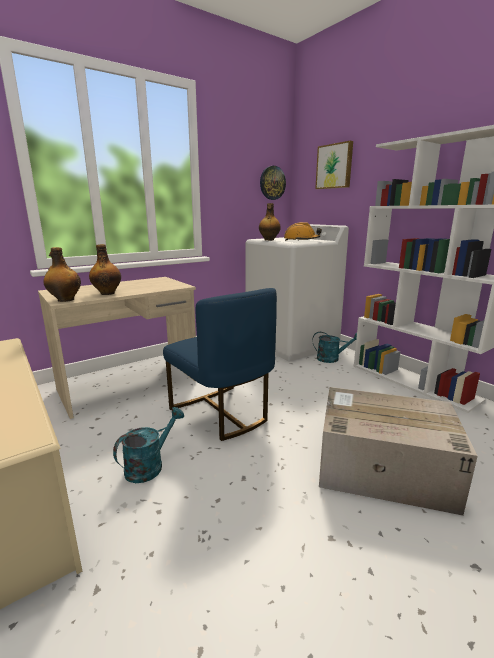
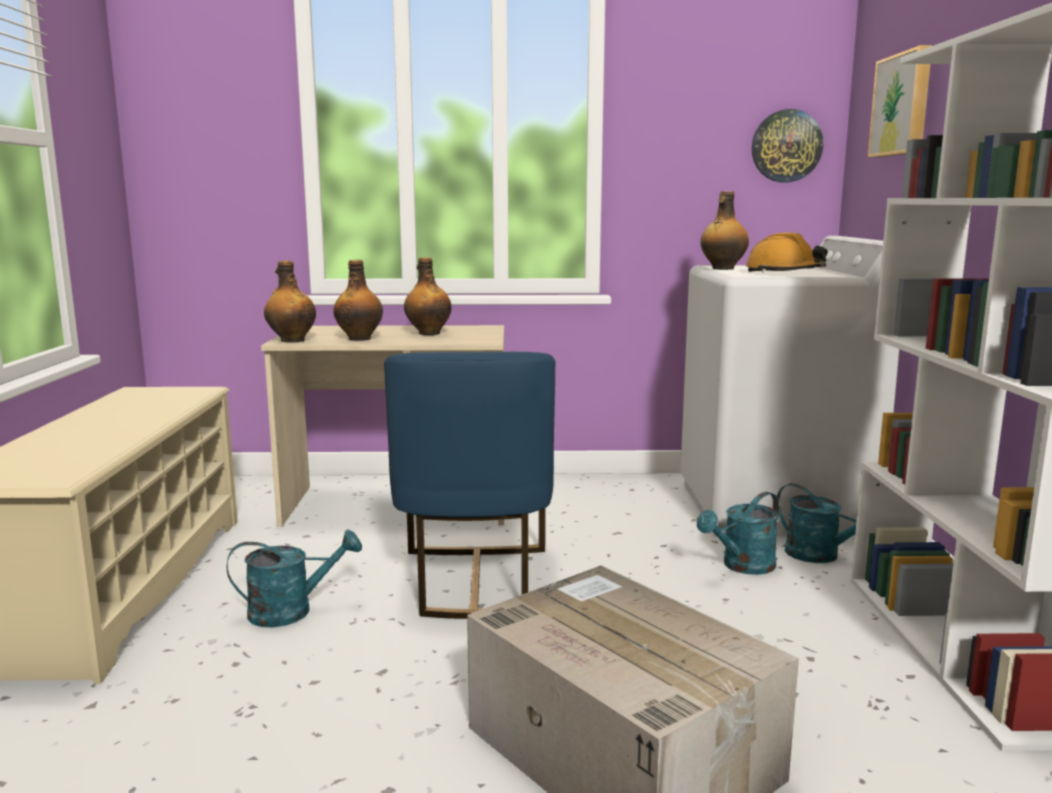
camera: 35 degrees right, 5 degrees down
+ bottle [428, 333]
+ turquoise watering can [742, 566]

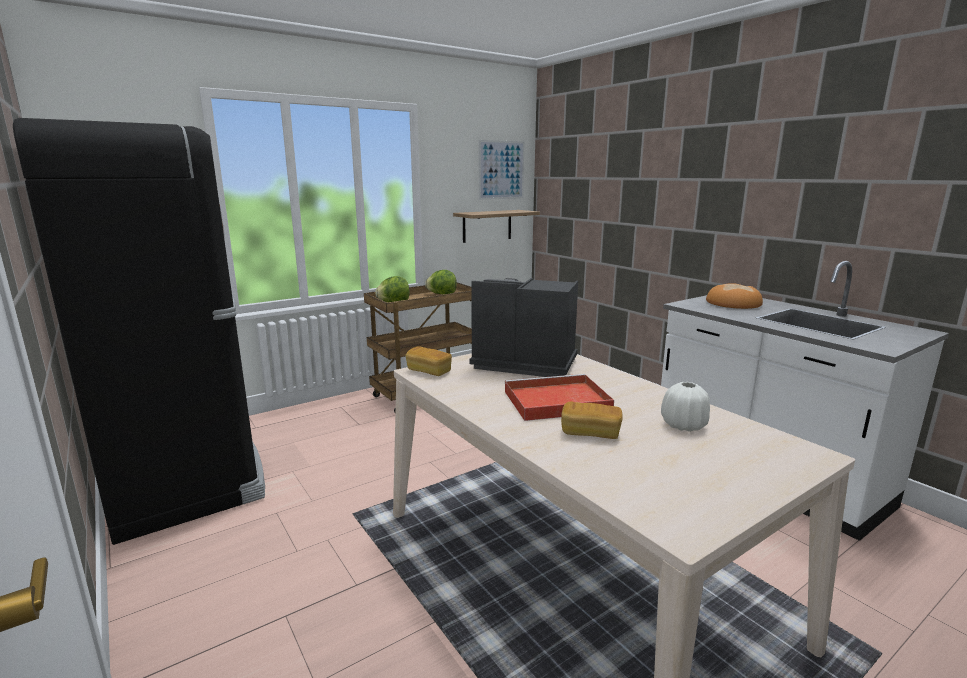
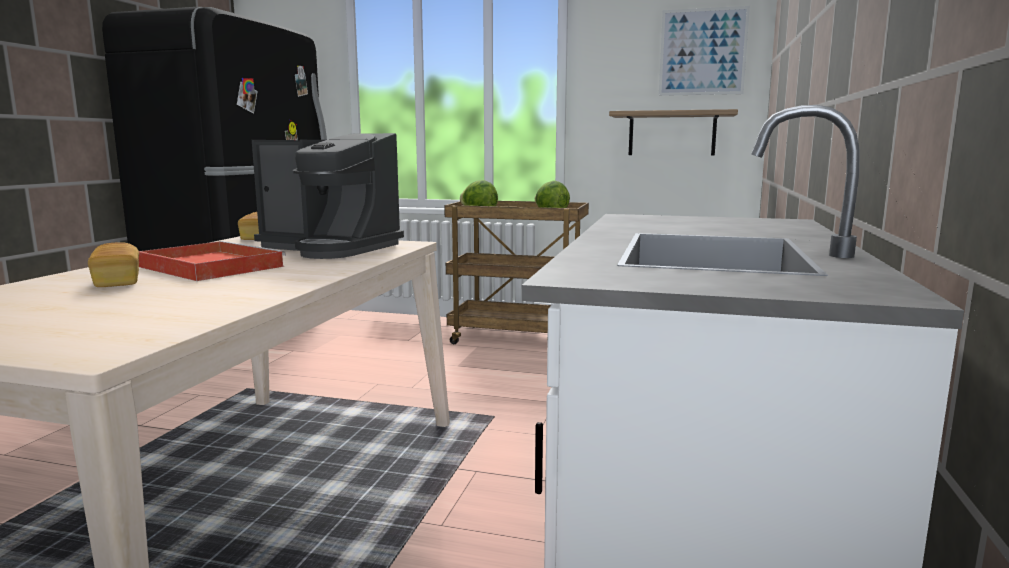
camera: 50 degrees right, 5 degrees down
~ coffee machine [522, 363] = [331, 248] 135 degrees clockwise
- white vase [683, 425]
- bread [733, 303]

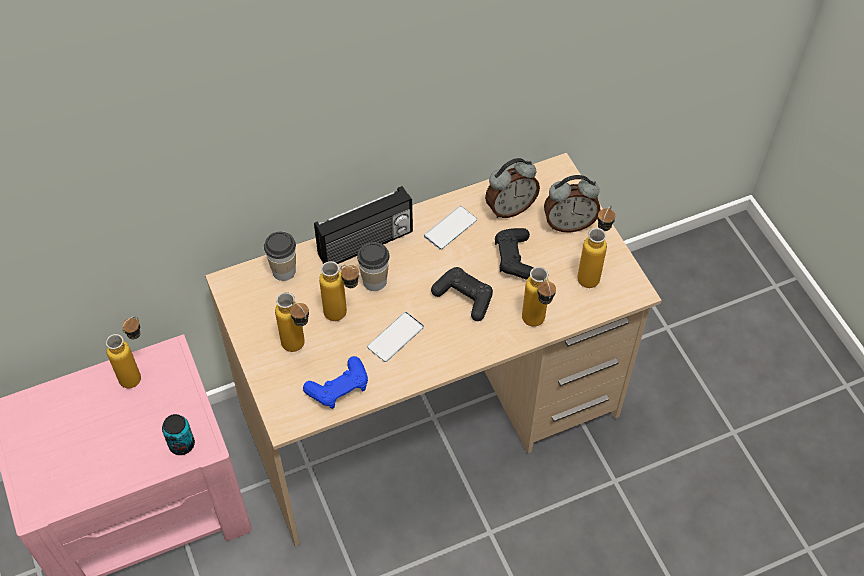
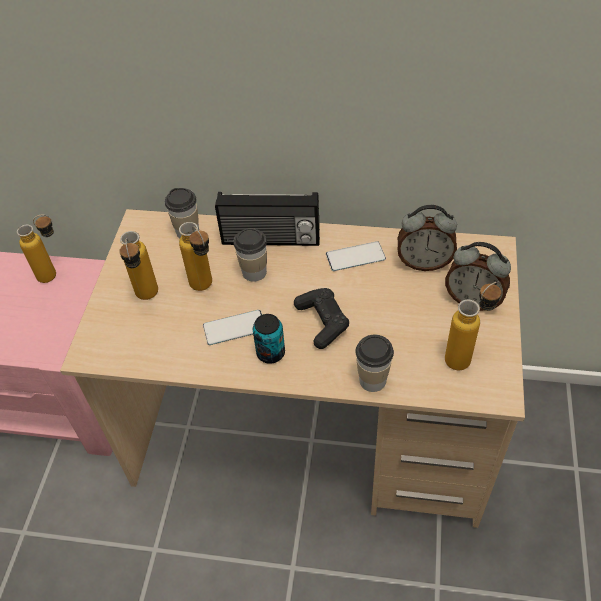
camera: 35 degrees right, 5 degrees down
~ can [182, 444] to [270, 353]
~ bottle [536, 326] to cup [372, 380]
- blue game controller [339, 388]
- black game controller [514, 259]

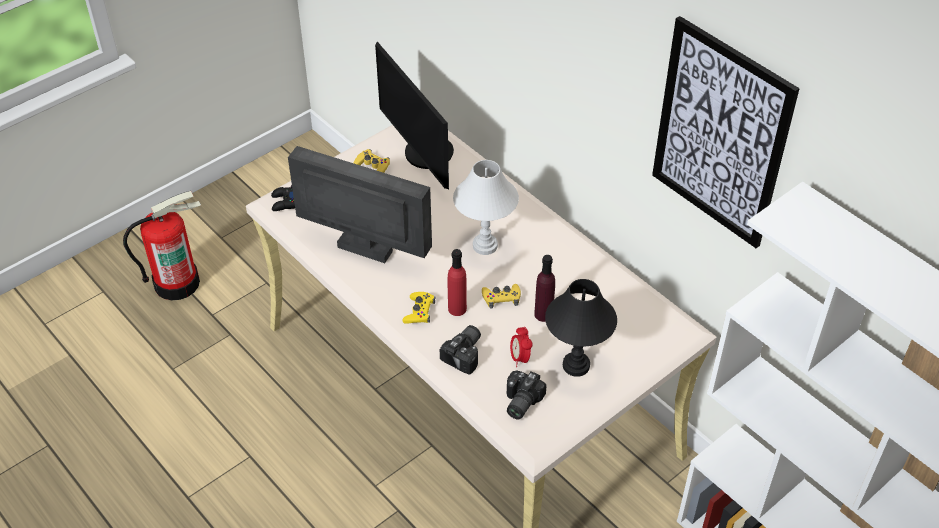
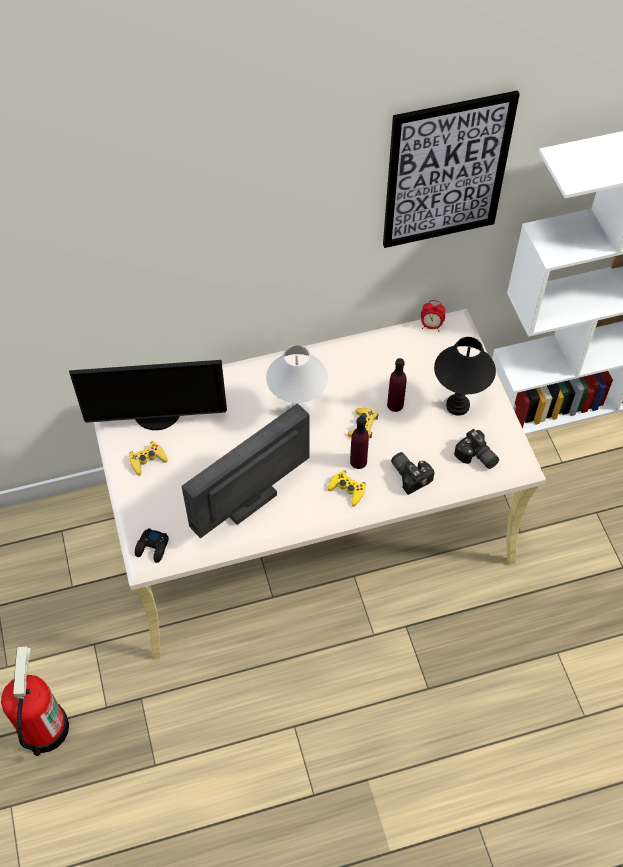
camera: 65 degrees left, 10 degrees up
~ red bottle [457, 309] to purple bottle [358, 461]
~ alarm clock [520, 358] to [431, 326]

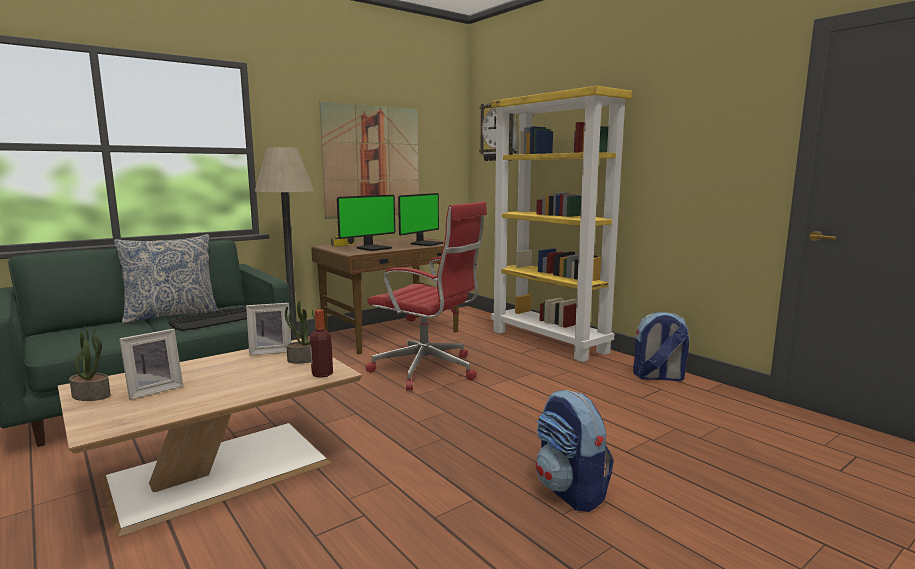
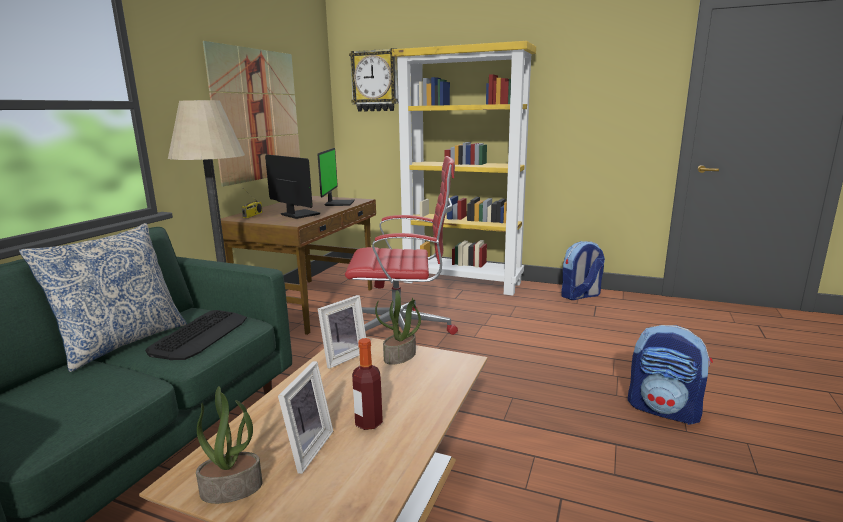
camera: 30 degrees left, 5 degrees up
~ monitor [373, 248] = [298, 215] 60 degrees counterclockwise
~ bottle [322, 374] to [368, 422]

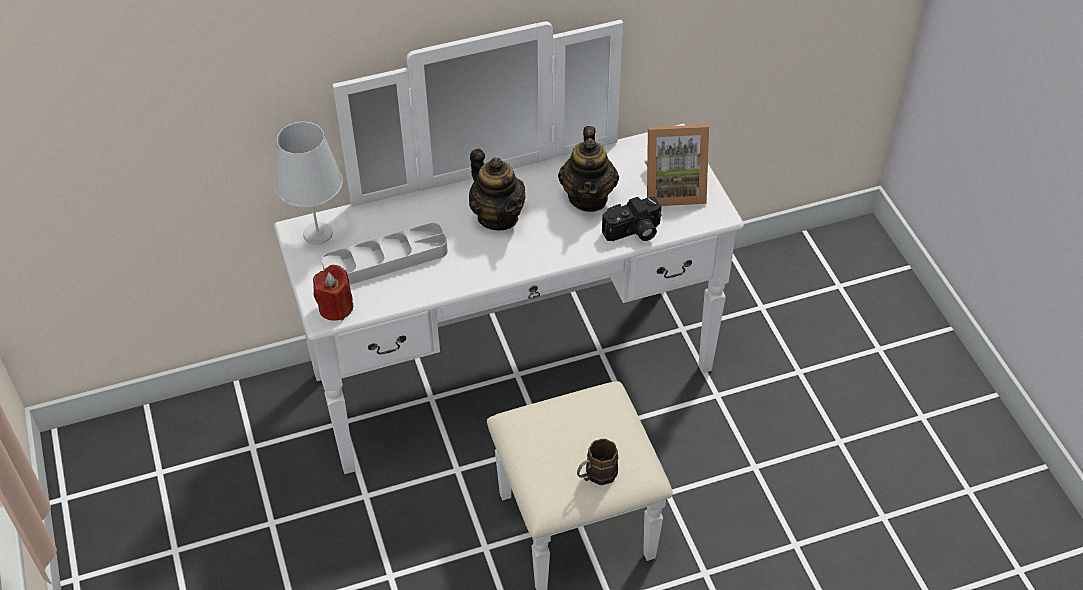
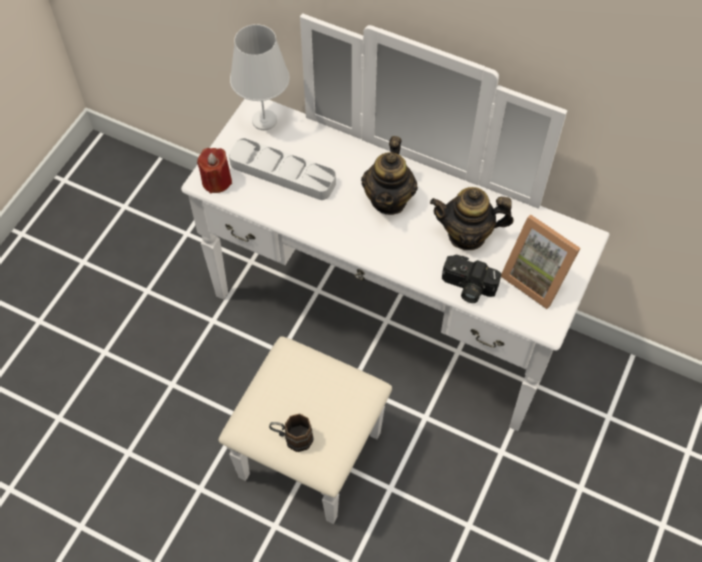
camera: 45 degrees right, 10 degrees up
~ teapot [588, 197] = [467, 235] 45 degrees clockwise

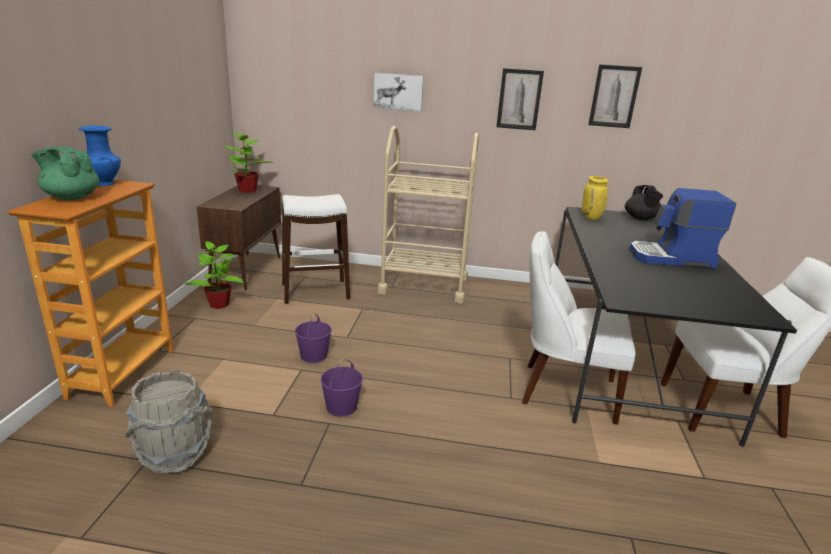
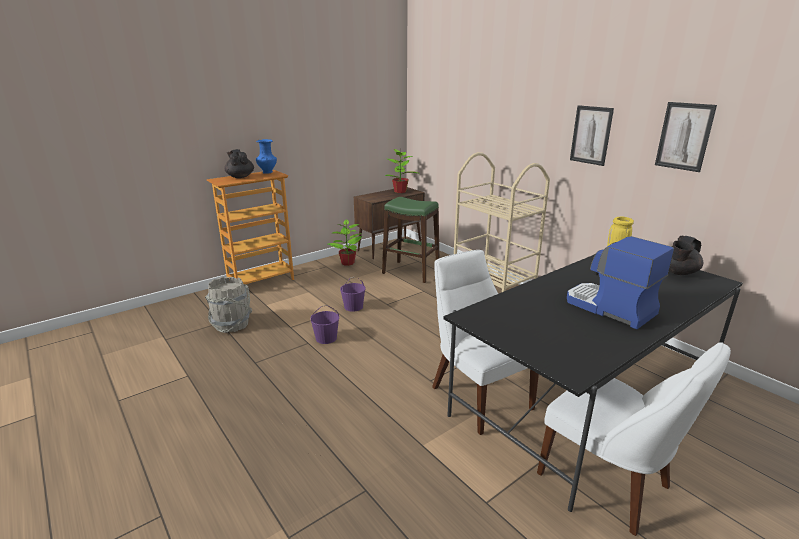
camera: 45 degrees right, 0 degrees up
~ green teapot [71, 197] to black teapot [240, 177]
~ white stool [315, 291] to green stool [411, 272]
- picture [398, 91]

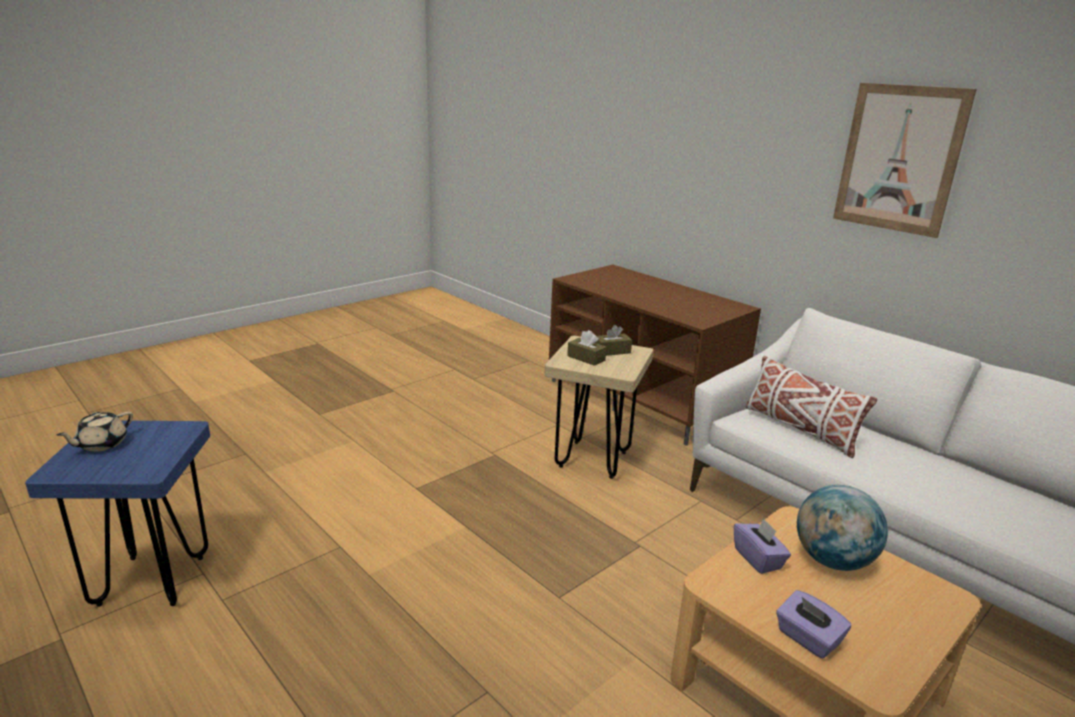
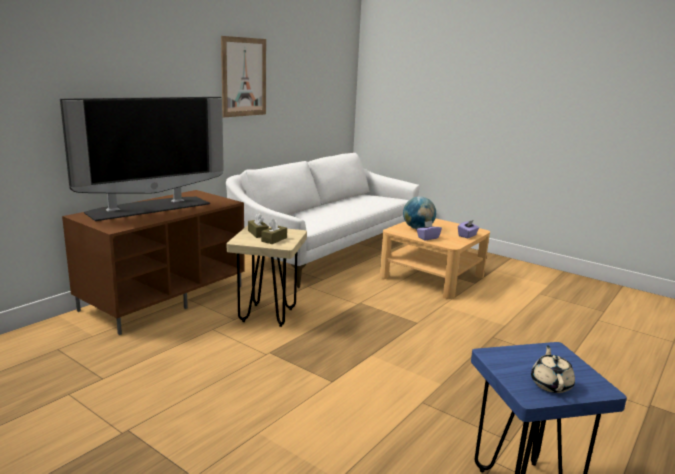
camera: 100 degrees left, 5 degrees down
+ television [149, 208]
~ beige teapot [101, 444] = [551, 384] 105 degrees counterclockwise
- white pillow [800, 429]

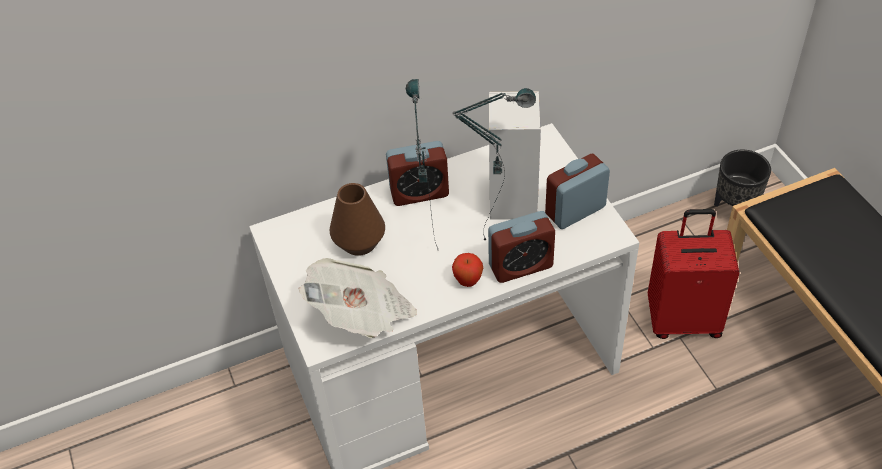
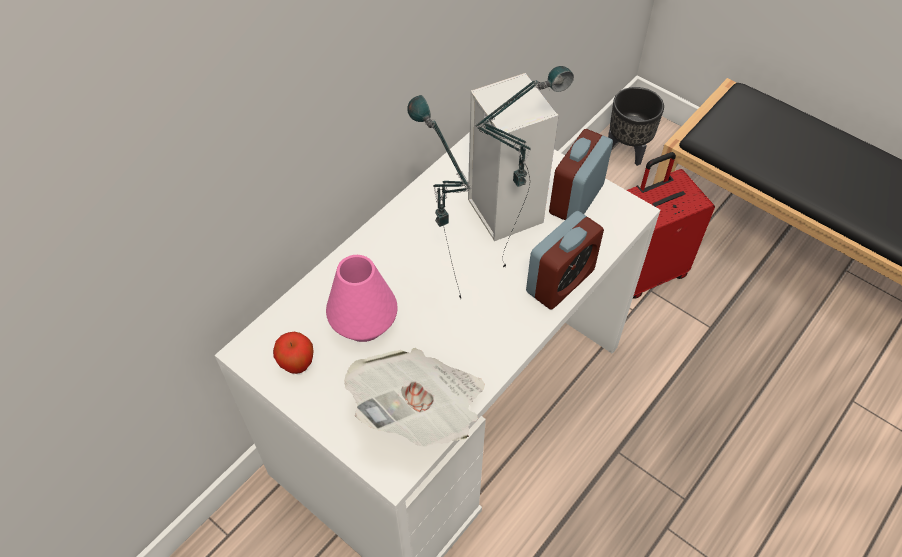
camera: 30 degrees left, 5 degrees up
~ apple [468, 281] to [297, 365]
~ brown vase [359, 242] to pink vase [364, 323]
- alarm clock [419, 193]

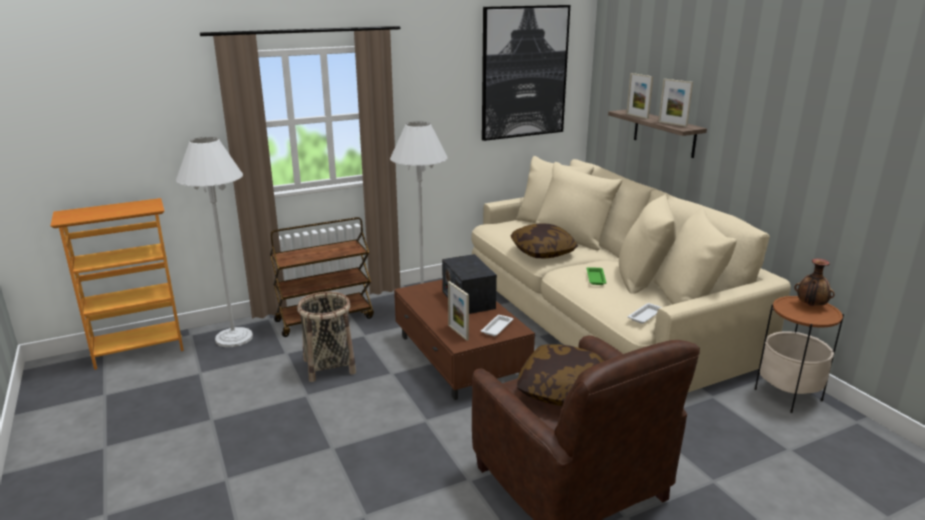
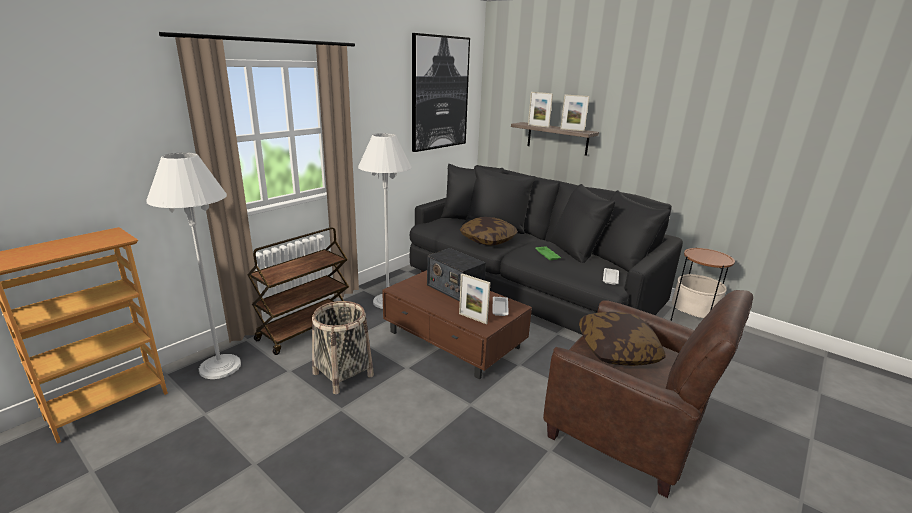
camera: 25 degrees left, 0 degrees up
~ beige sofa [600, 315] to black sofa [529, 284]
- vase [810, 306]

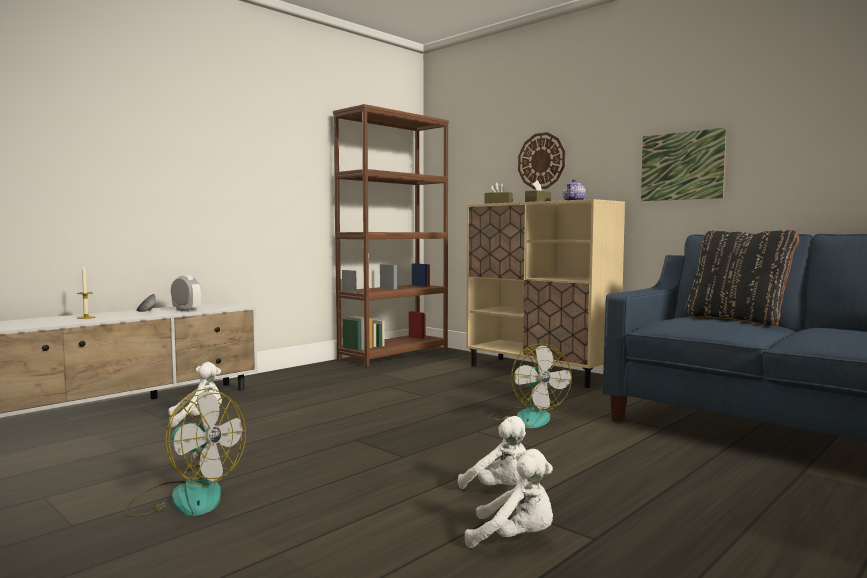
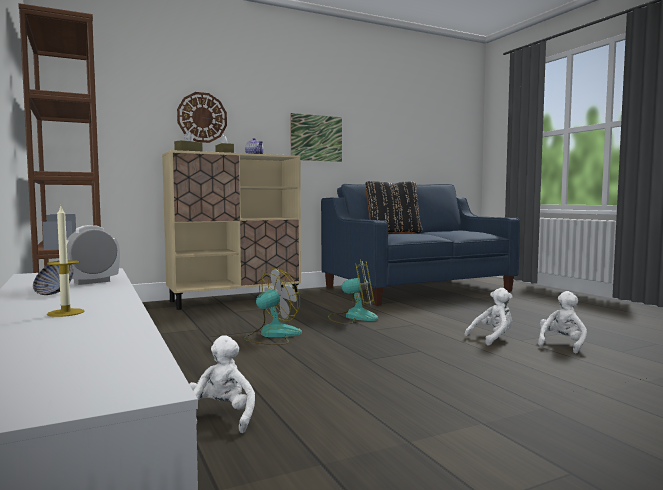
camera: 70 degrees left, 0 degrees up
~ fan [185, 497] to [272, 335]

